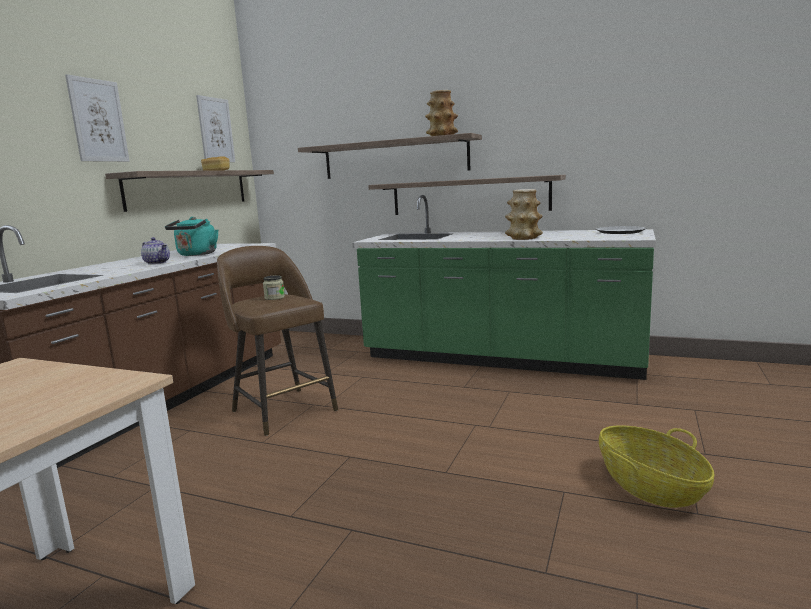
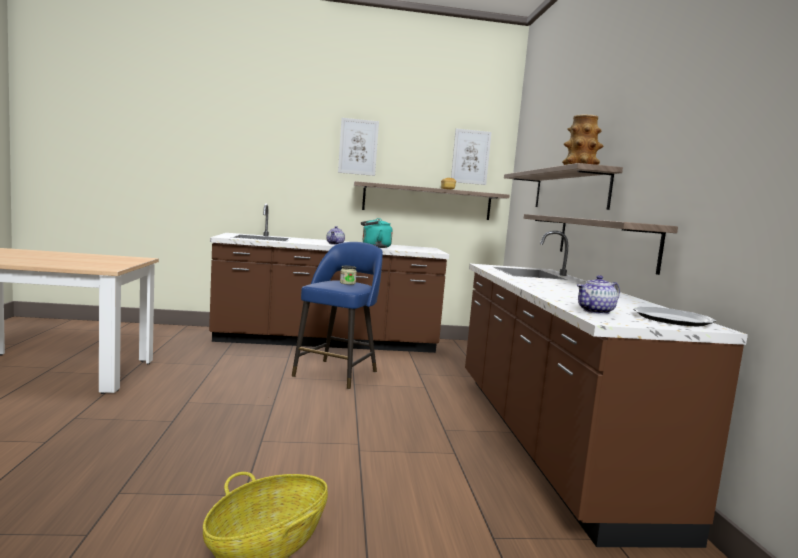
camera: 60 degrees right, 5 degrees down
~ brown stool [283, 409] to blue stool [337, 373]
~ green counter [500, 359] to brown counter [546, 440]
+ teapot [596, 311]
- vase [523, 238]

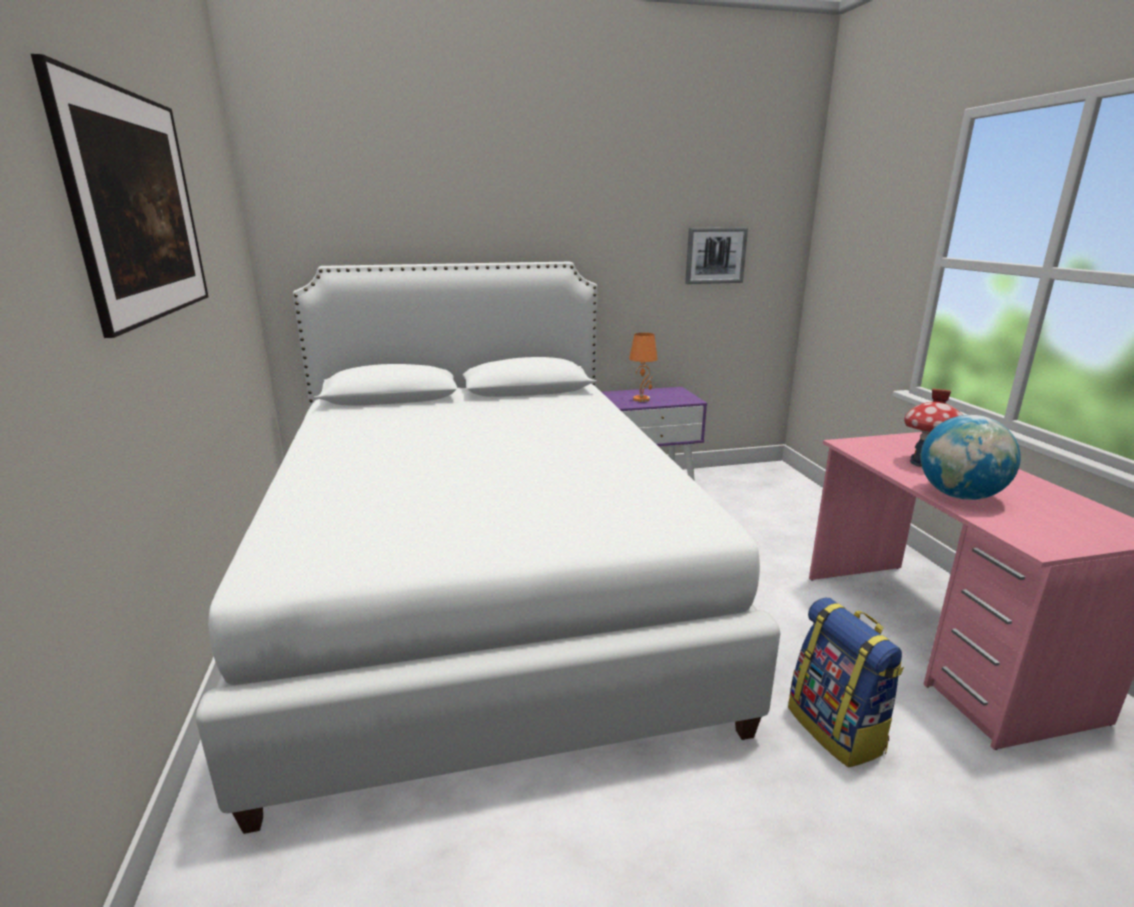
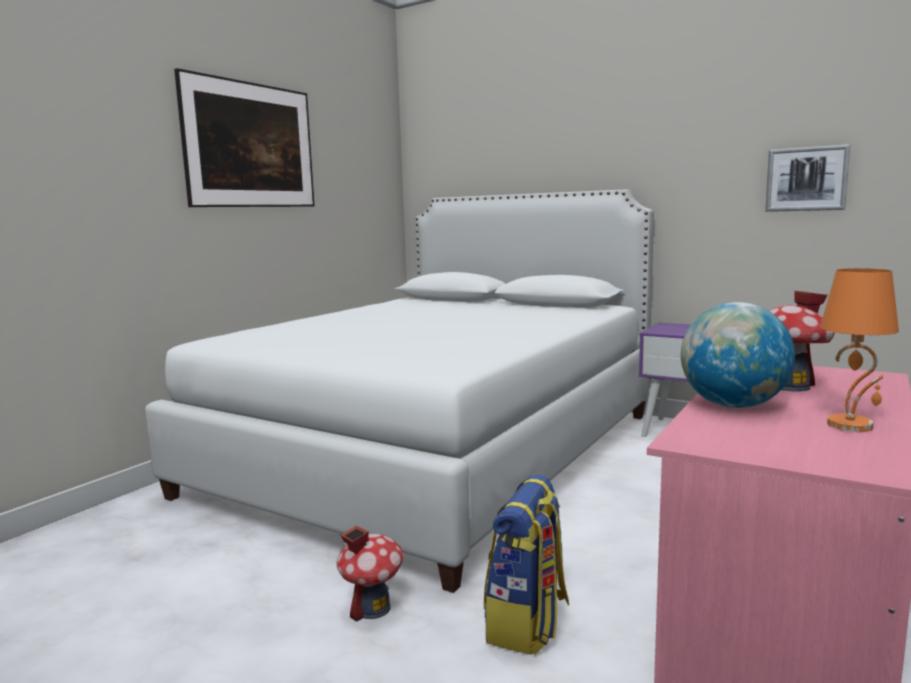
camera: 45 degrees right, 10 degrees down
+ toy house [372, 608]
~ orange table lamp [641, 399] to [851, 425]

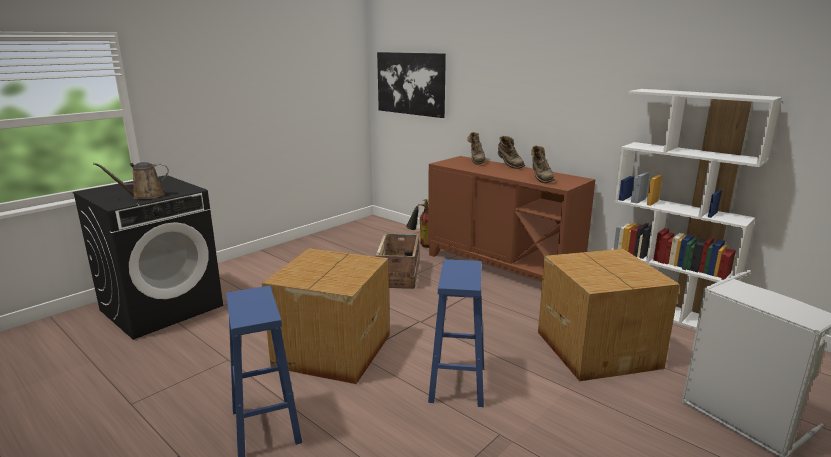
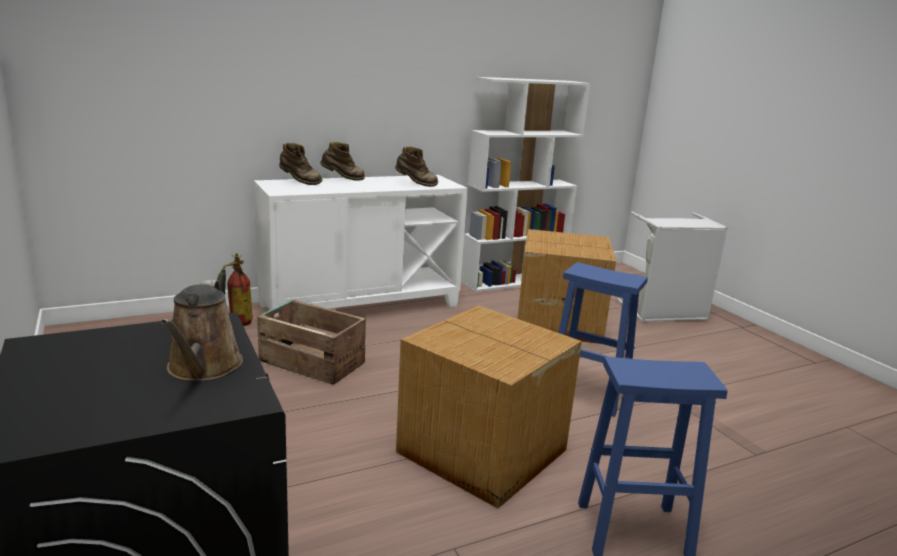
camera: 70 degrees left, 0 degrees up
~ brown cabinet [502, 267] to white cabinet [360, 305]
- picture [411, 83]

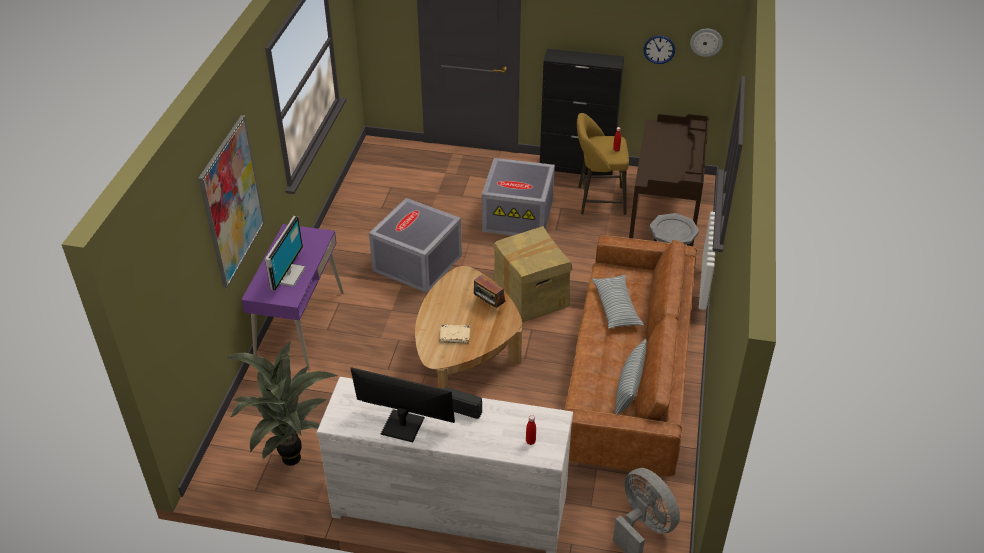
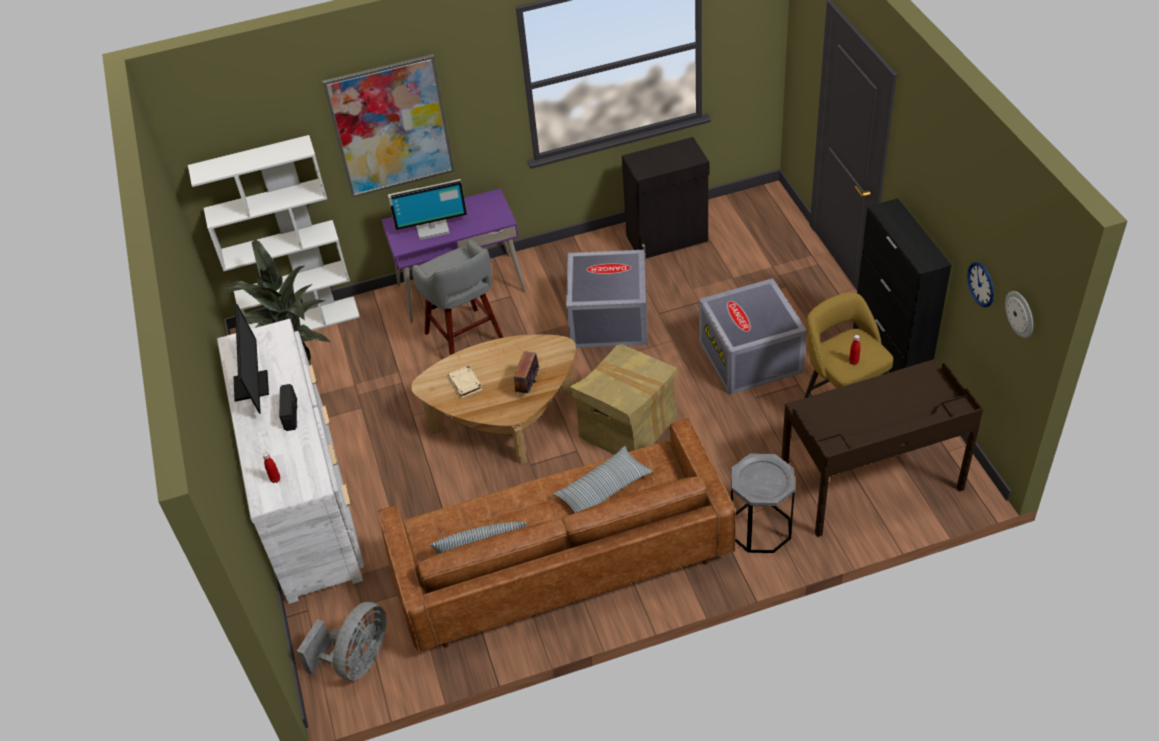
camera: 65 degrees right, 5 degrees up
+ white bookcase [304, 321]
+ grey stool [465, 339]
+ black cabinet [668, 239]

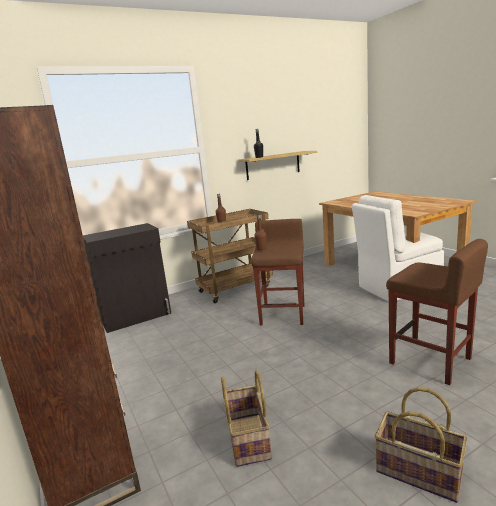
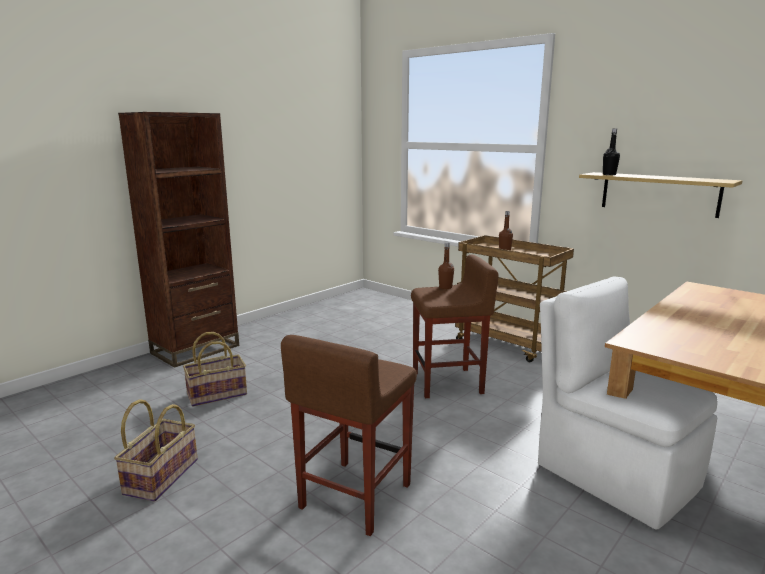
camera: 70 degrees right, 0 degrees up
- black cabinet [137, 317]

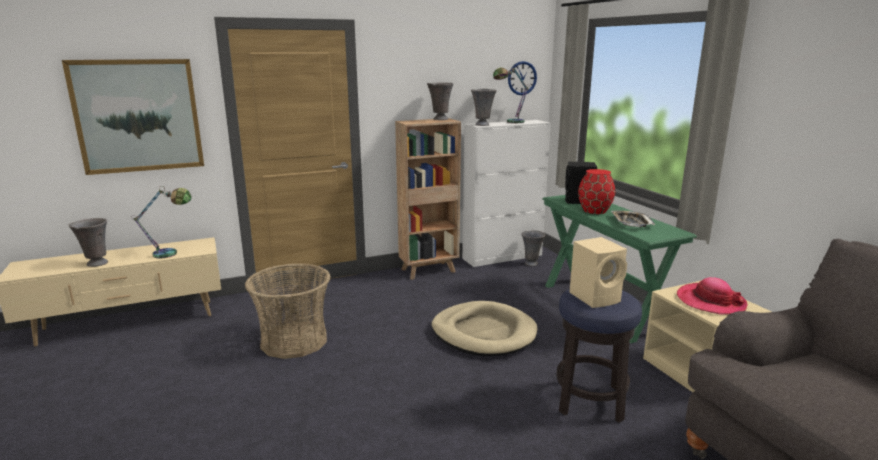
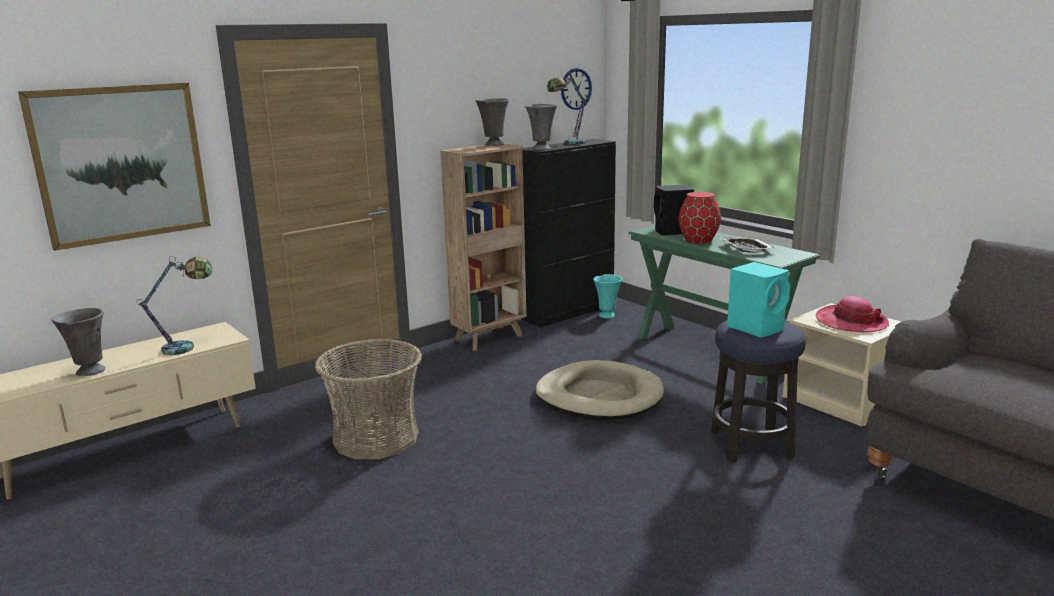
camera: 15 degrees left, 0 degrees up
~ white cabinet [503, 257] to black cabinet [568, 311]
~ grey vase [531, 263] to turquoise vase [607, 315]
~ beige speaker [596, 297] to turquoise speaker [757, 327]

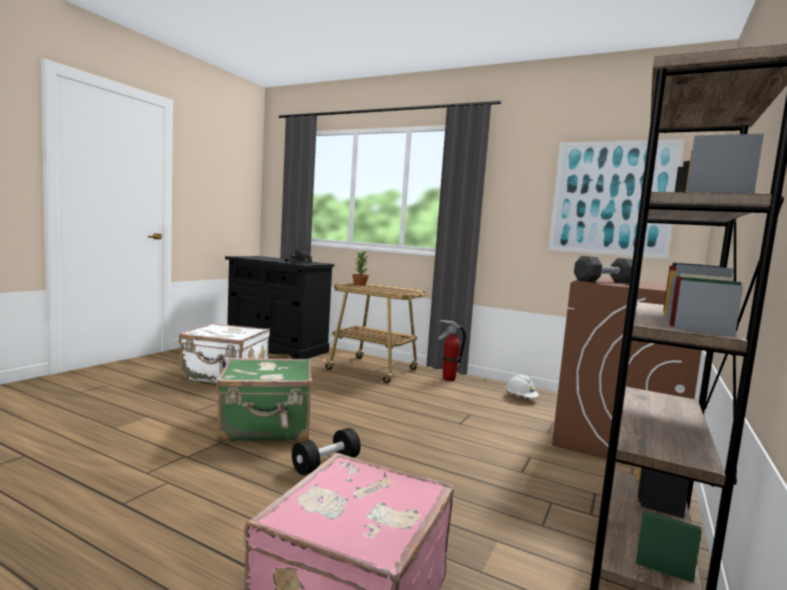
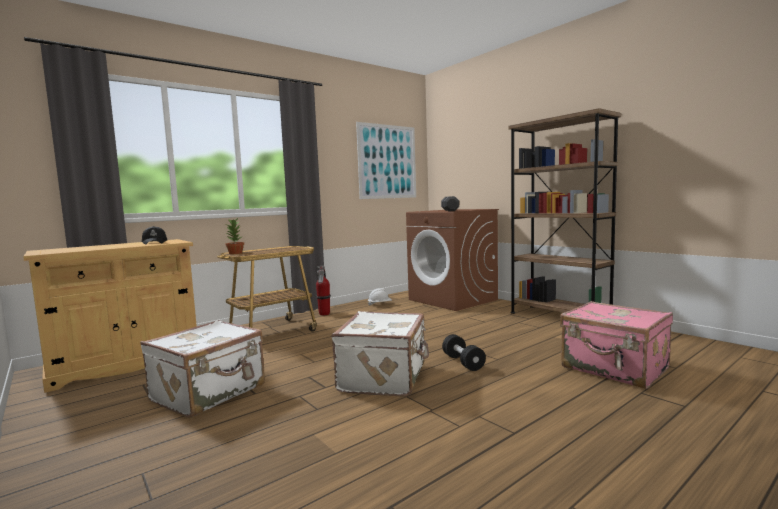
camera: 65 degrees left, 0 degrees up
~ black cabinet [276, 348] to beige cabinet [126, 363]
~ green suitcase [266, 428] to white suitcase [385, 377]

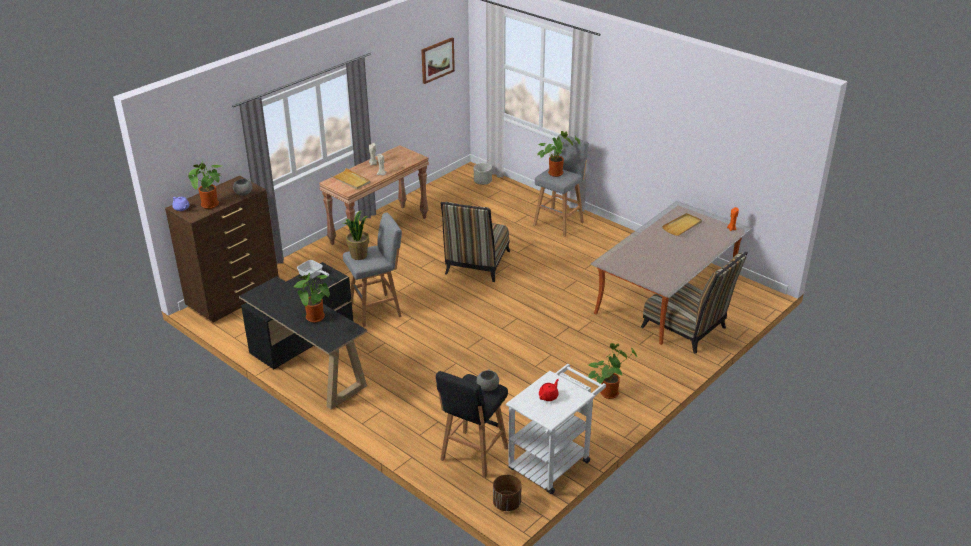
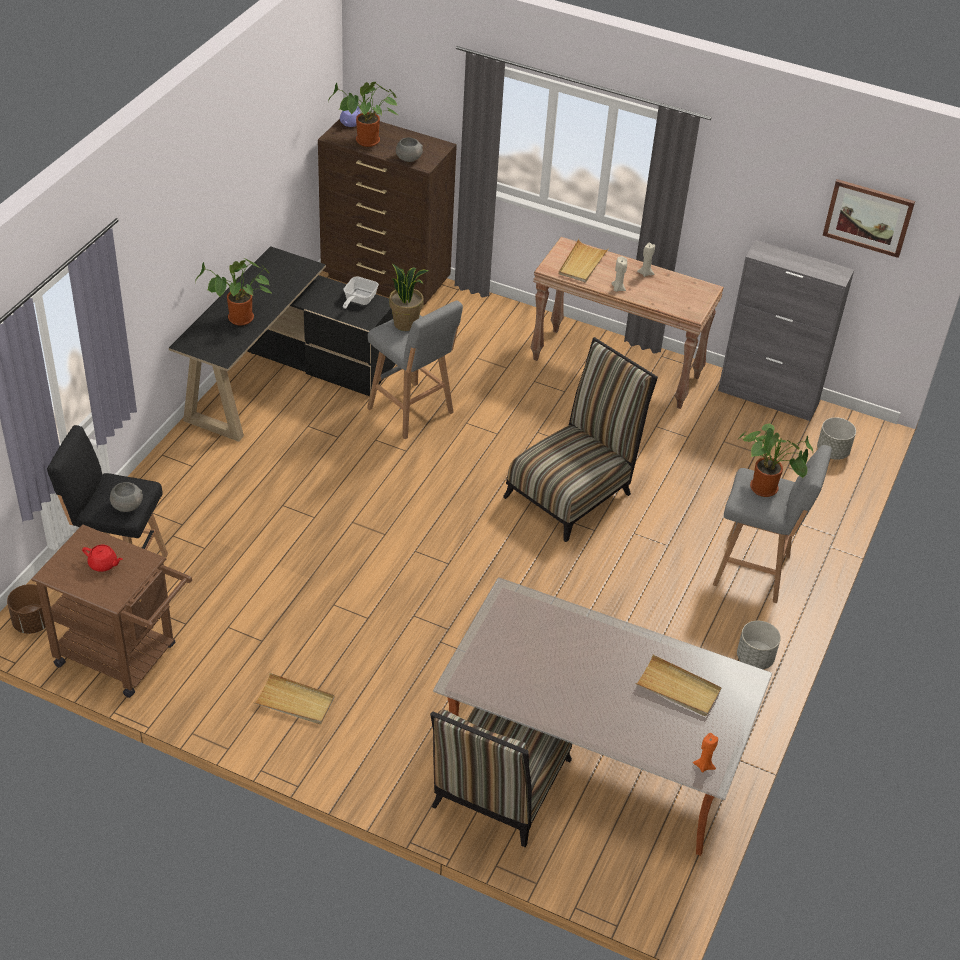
camera: 70 degrees right, 10 degrees up
~ white cart [553, 461] to brown cart [124, 658]
~ potted plant [609, 392] to beige tray [295, 702]
~ chair [476, 265] = [573, 491] 135 degrees clockwise
+ grey cabinet [768, 397]
+ grey planter [754, 658]

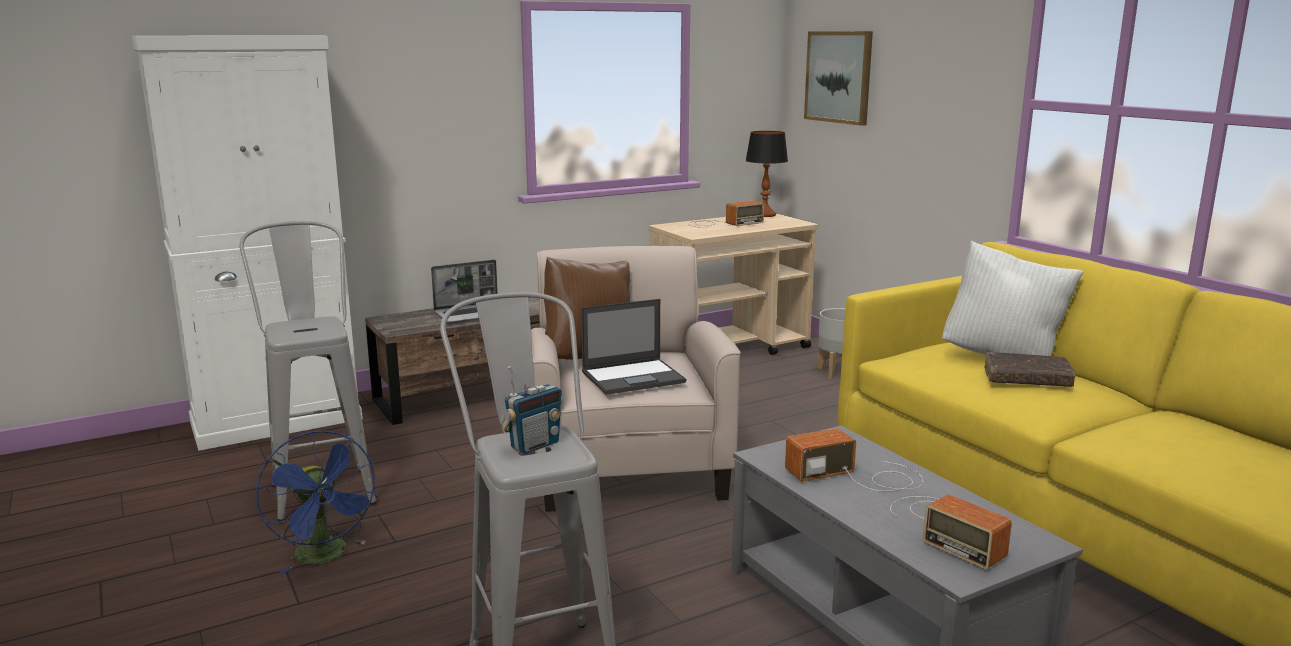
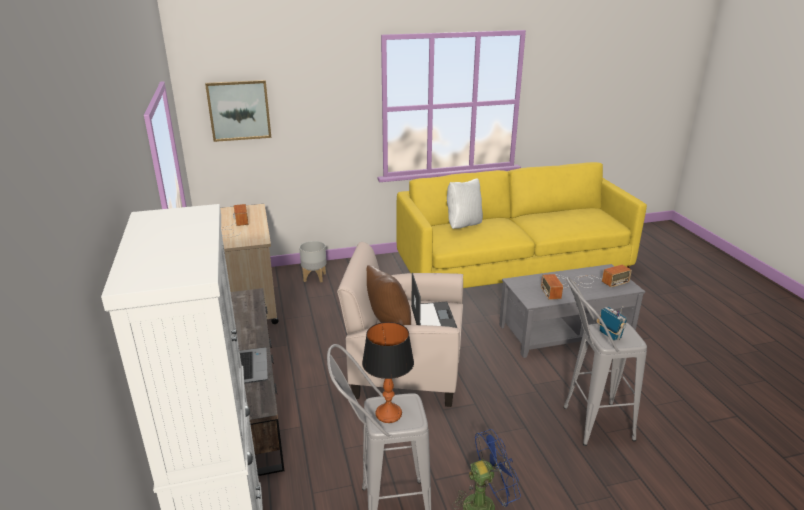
camera: 75 degrees left, 10 degrees up
~ table lamp [764, 215] to [388, 414]
- brown book [1027, 379]

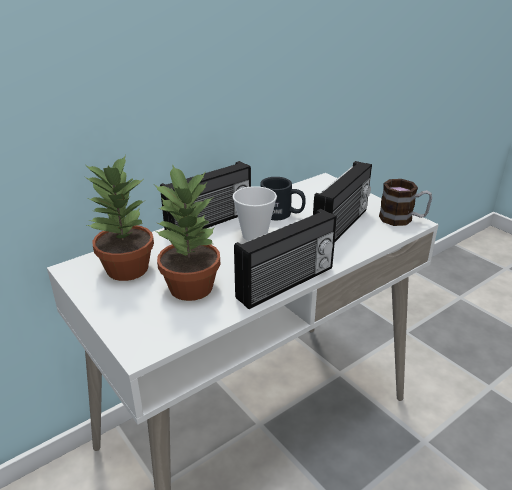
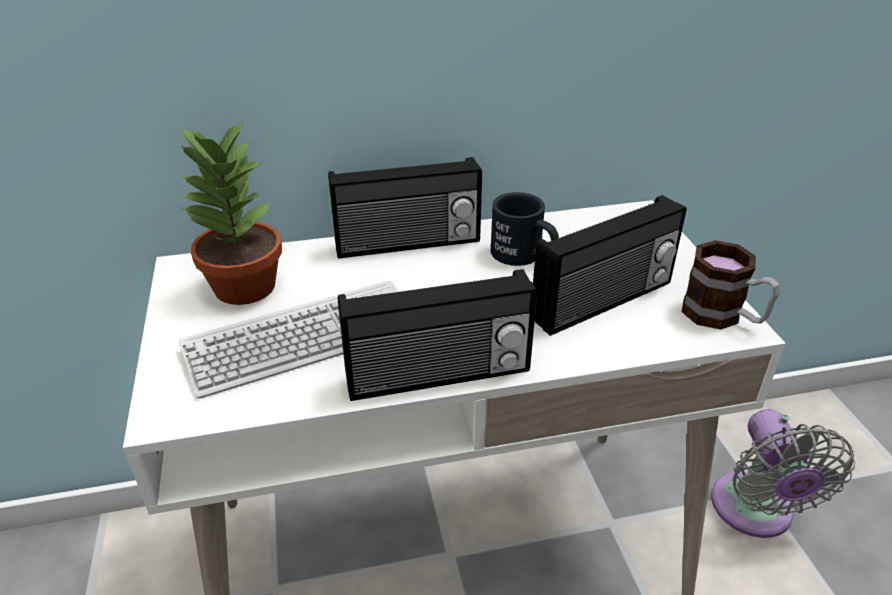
camera: 25 degrees right, 5 degrees up
~ potted plant [192, 287] to keyboard [303, 339]
+ grey fan [755, 513]
- cup [254, 235]

